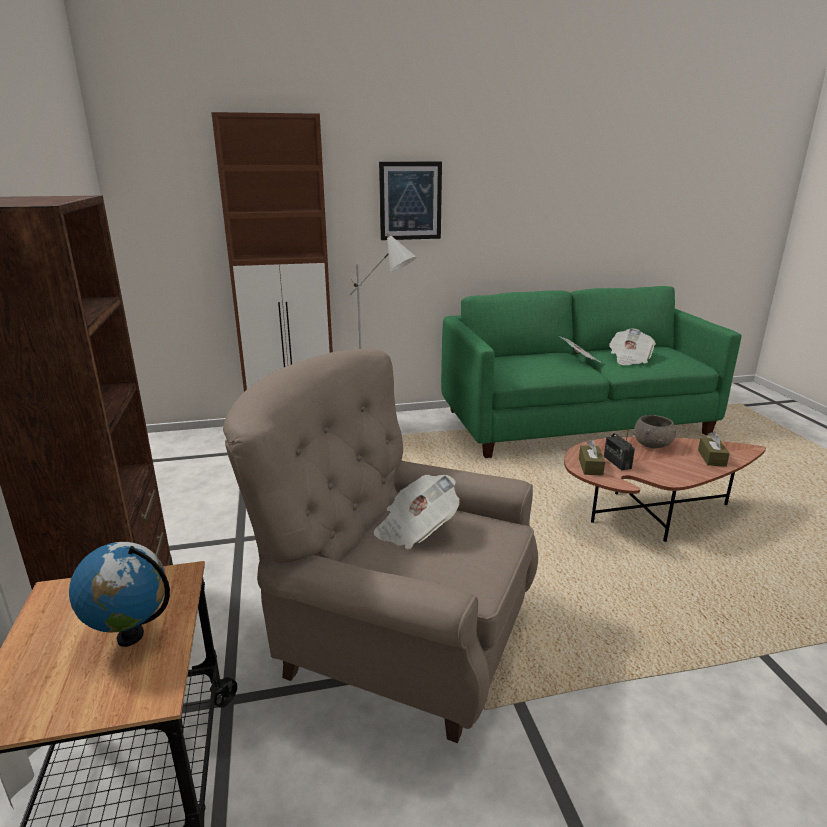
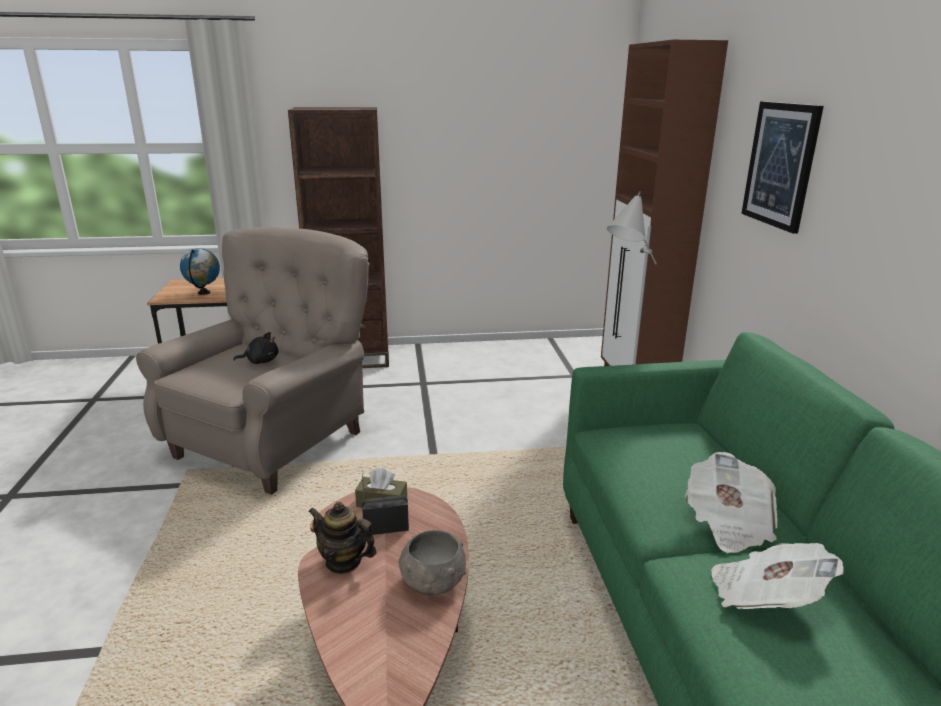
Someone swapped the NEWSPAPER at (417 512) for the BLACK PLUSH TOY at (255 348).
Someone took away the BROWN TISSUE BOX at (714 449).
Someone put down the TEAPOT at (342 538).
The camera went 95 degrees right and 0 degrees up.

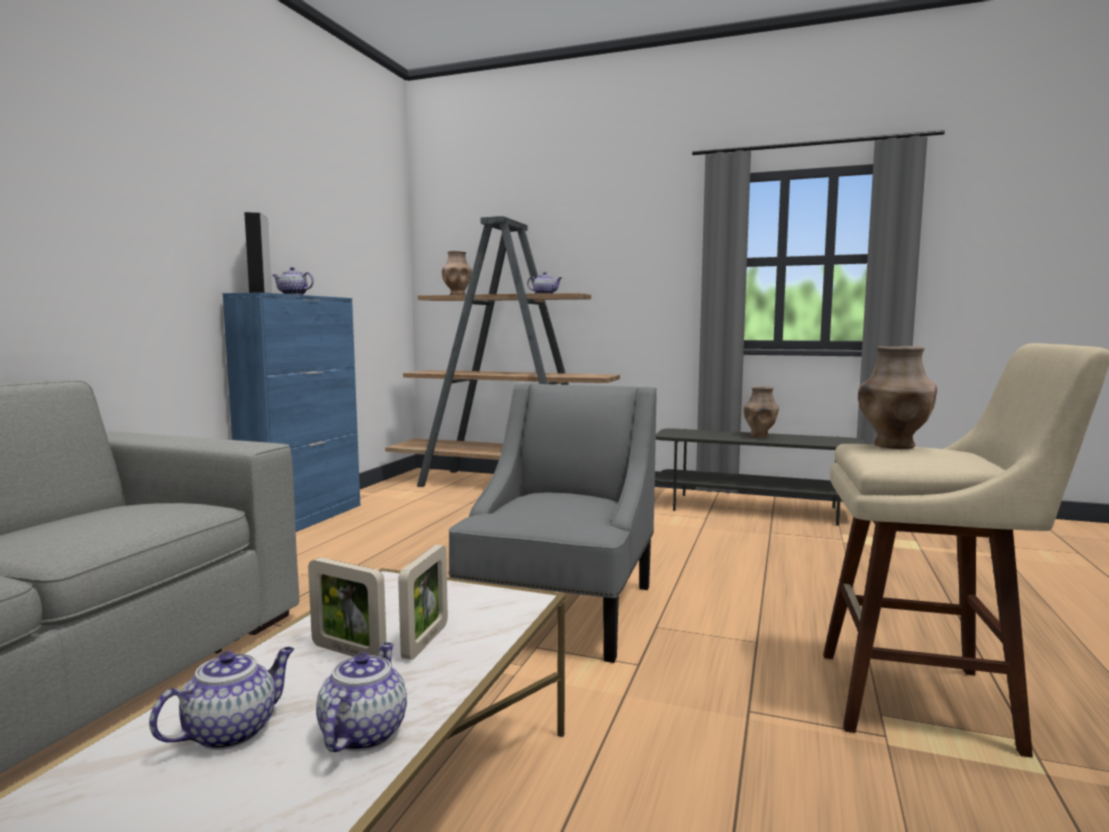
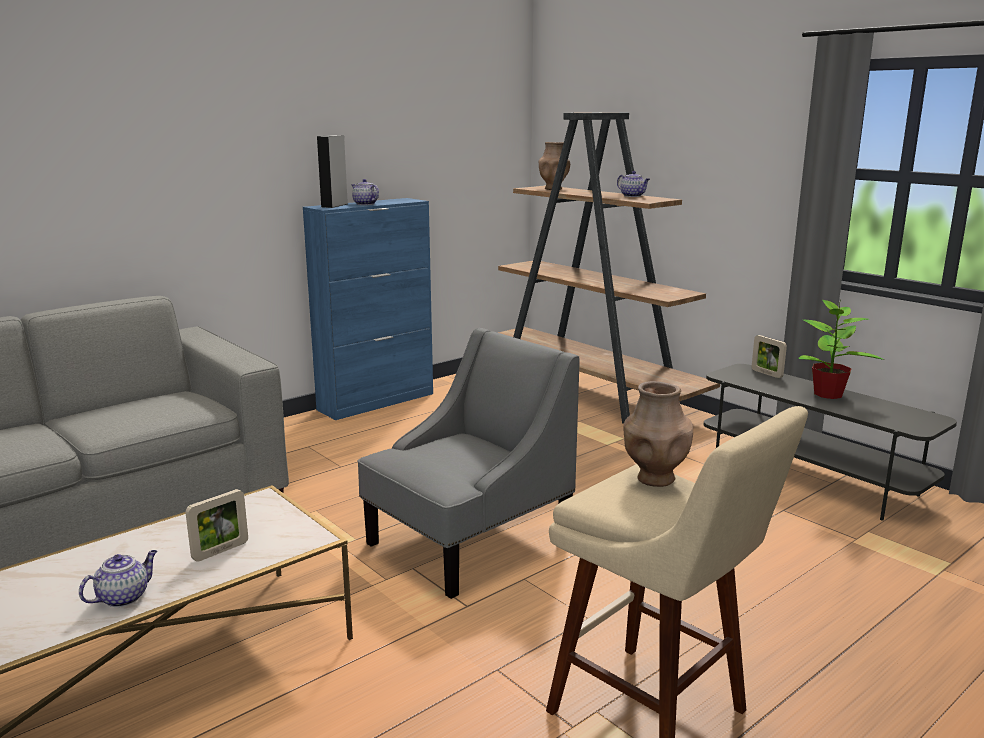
Someone took away the TEAPOT at (221 698).
Someone carried the PICTURE FRAME from (347 607) to (769 356).
Someone swapped the BROWN VASE at (761 412) for the POTTED PLANT at (841 349).
The camera went 30 degrees right and 10 degrees up.

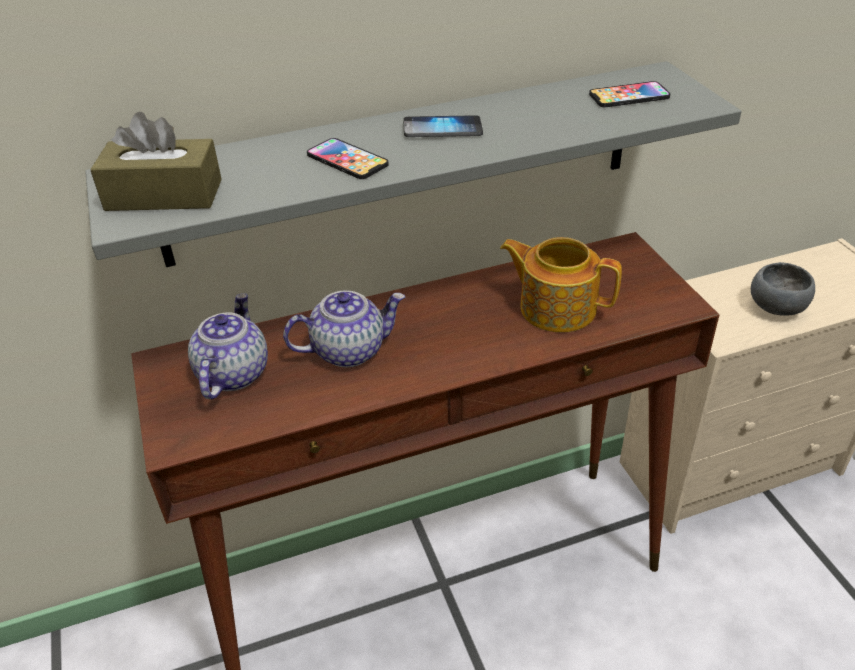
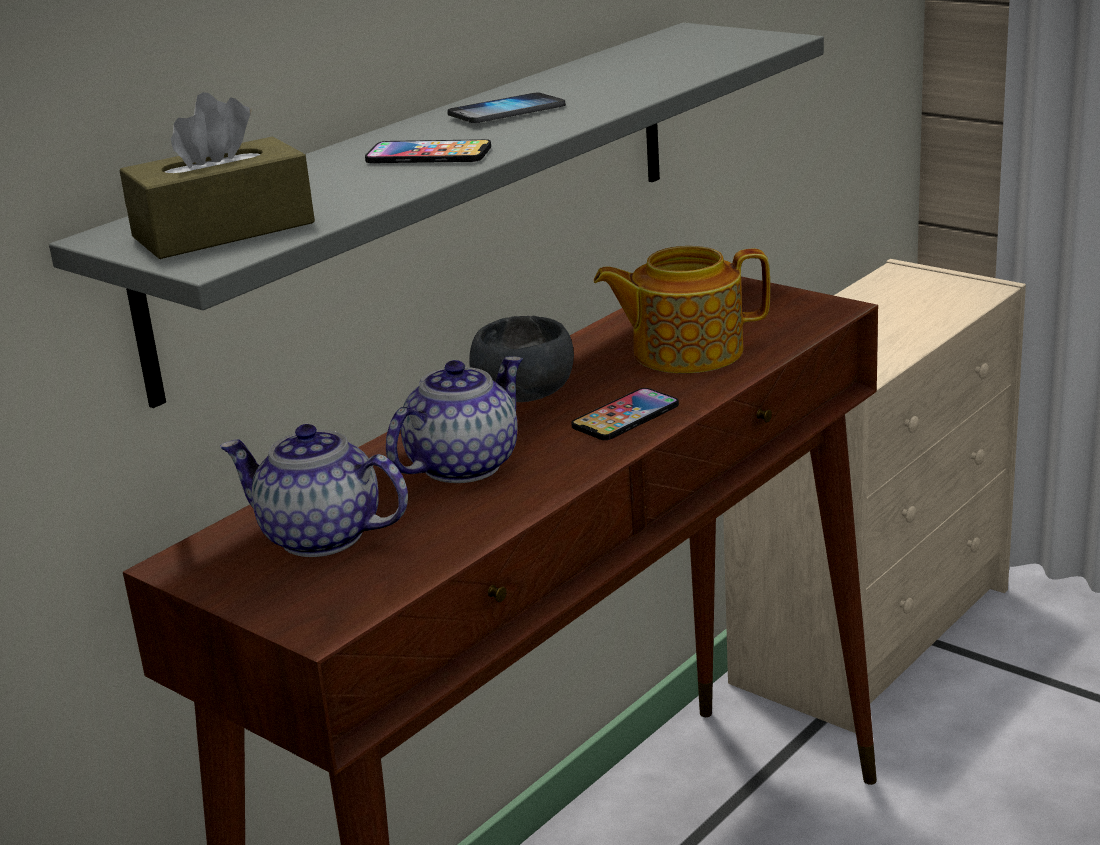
Someone rotated the TEAPOT at (228 346) by 45 degrees counterclockwise.
Someone carried the PHONE from (629 94) to (625 414).
Someone carried the GREY BOWL from (783 289) to (521 359).
The camera went 30 degrees left and 15 degrees down.

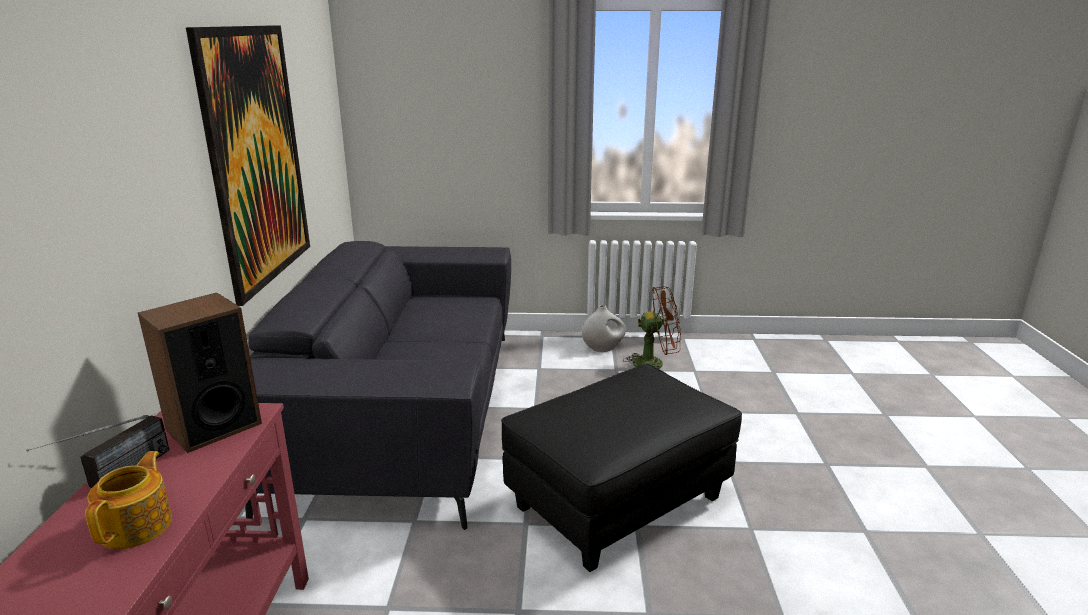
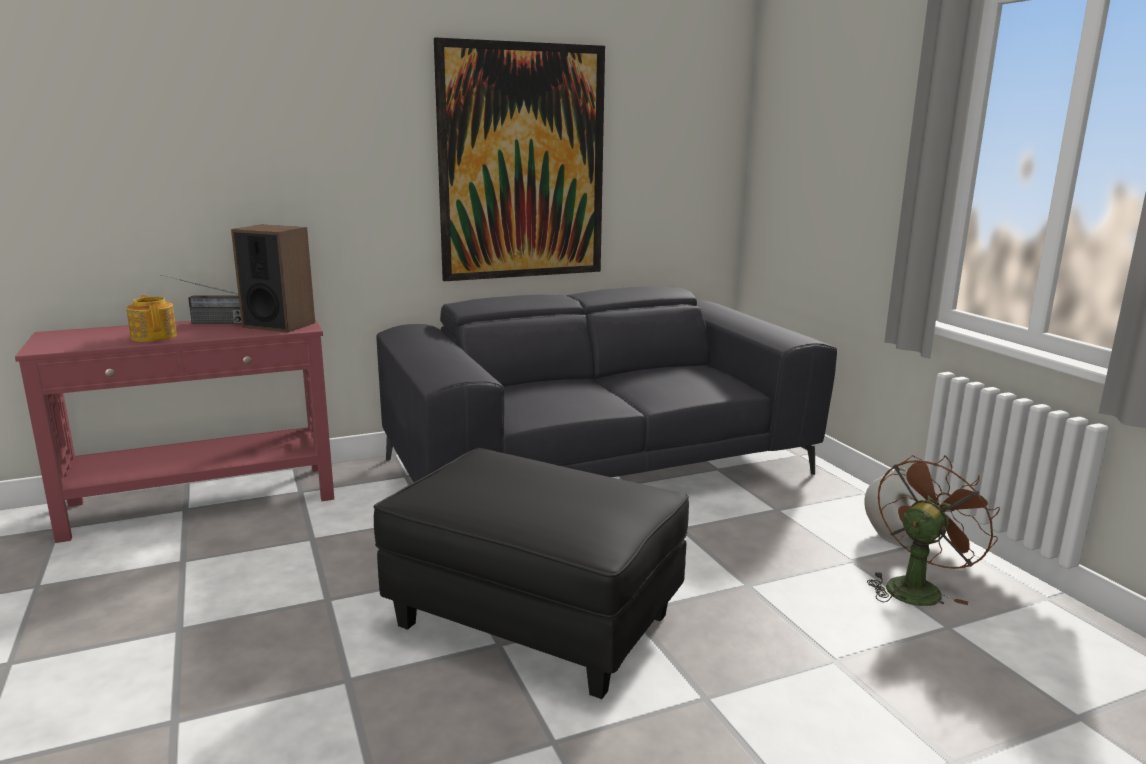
Someone rotated the TEAPOT at (128 500) by 105 degrees counterclockwise.
Someone rotated the BROWN FAN at (652 328) by 105 degrees counterclockwise.
The camera went 65 degrees right and 5 degrees down.

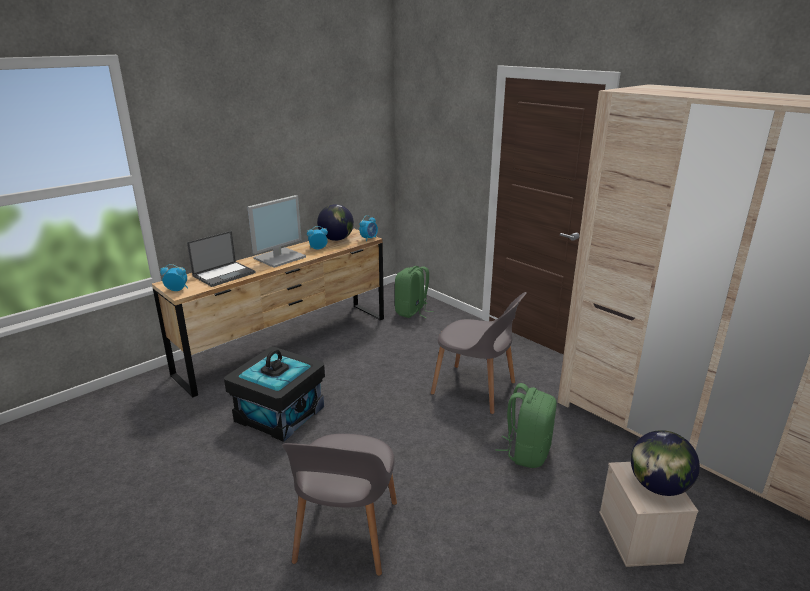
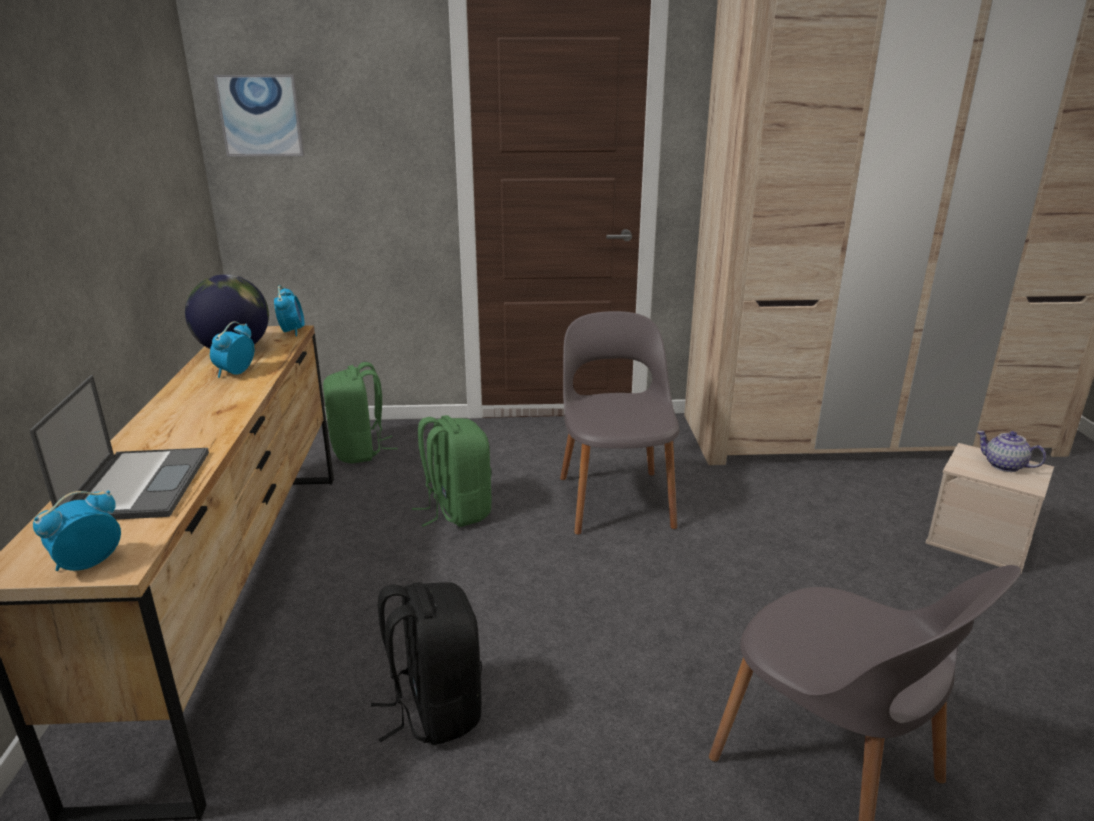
Someone swapped the BLACK STORAGE BOX at (274 394) for the BLACK BACKPACK at (426 663).
Someone took away the MONITOR at (276 231).
Someone rotated the GREY CHAIR at (479 353) by 75 degrees counterclockwise.
Someone carried the GREEN BACKPACK from (526 425) to (452 471).
Someone swapped the GLOBE at (665 463) for the TEAPOT at (1011 451).
Someone put up the PICTURE at (259 116).
The camera went 50 degrees left and 0 degrees up.

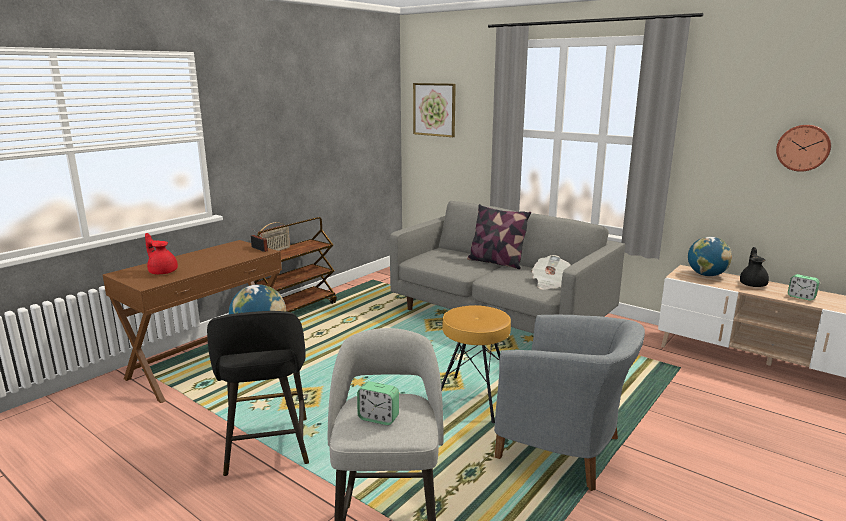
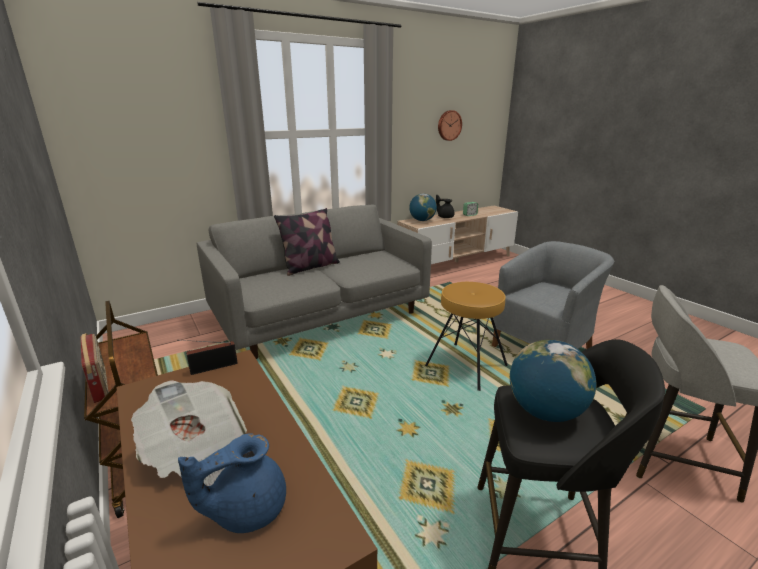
Someone repainted the RED TEAPOT at (161 254), which became the BLUE TEAPOT at (232 483).
Someone took away the ALARM CLOCK at (378 403).
Someone took away the PICTURE at (434 110).
Someone carried the NEWSPAPER from (551 272) to (189 433).
The camera went 70 degrees left and 5 degrees up.

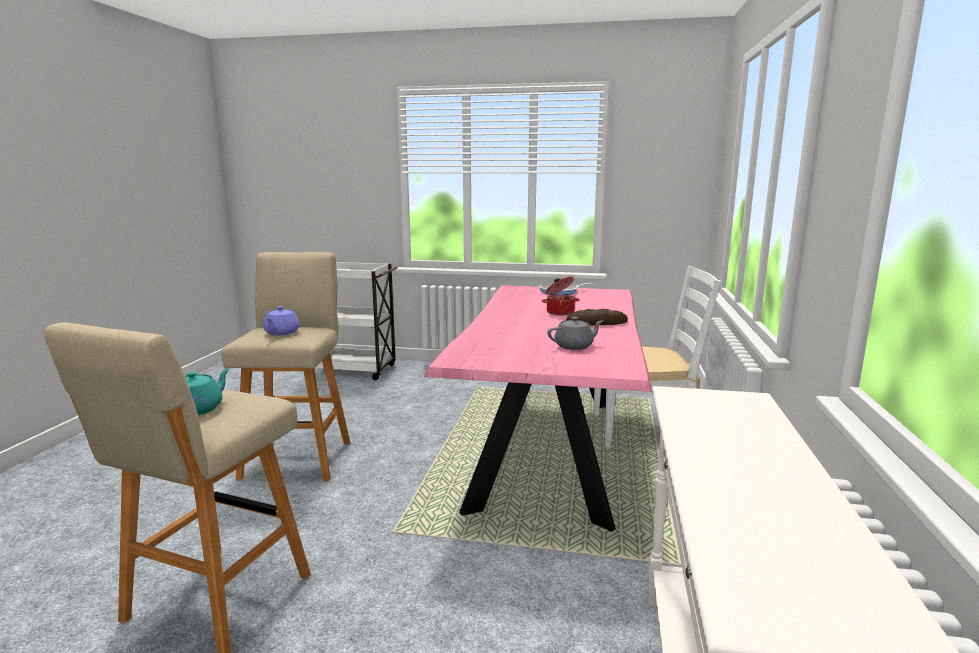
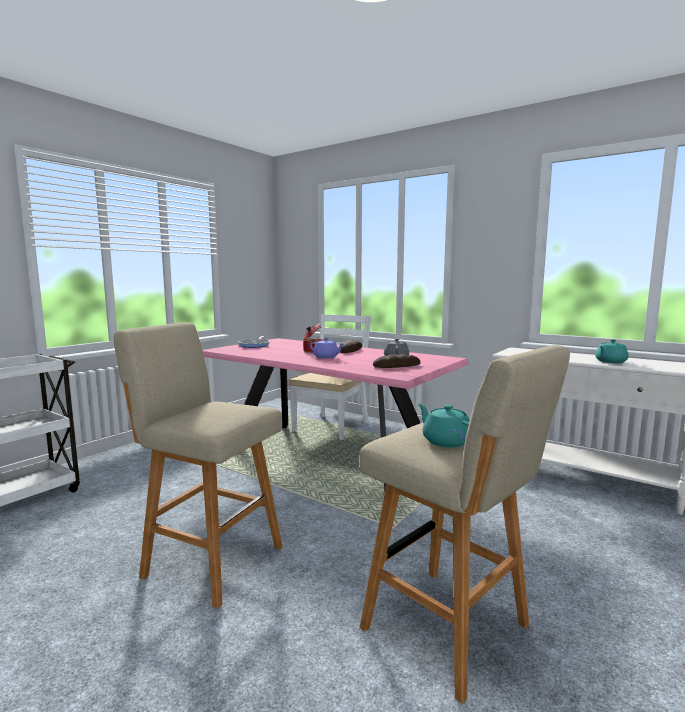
Someone carried the PURPLE TEAPOT from (281 320) to (327 348).
Someone put down the BREAD at (397 361).
Someone put down the TURQUOISE TEAPOT at (612 351).
The camera went 65 degrees left and 5 degrees down.

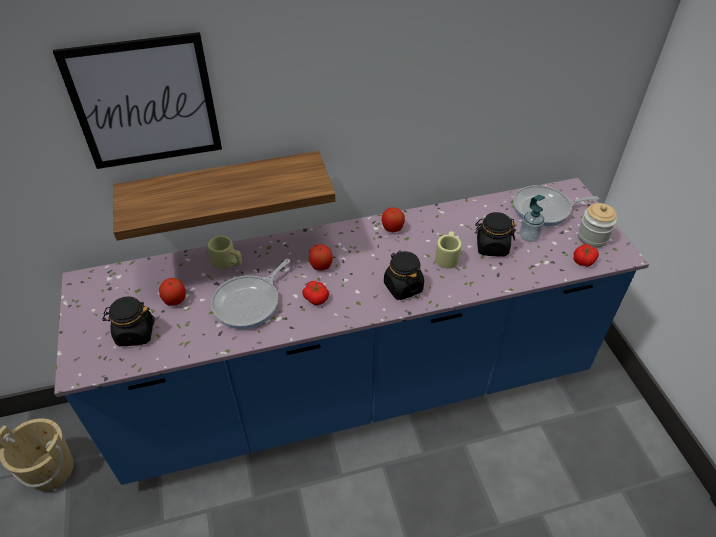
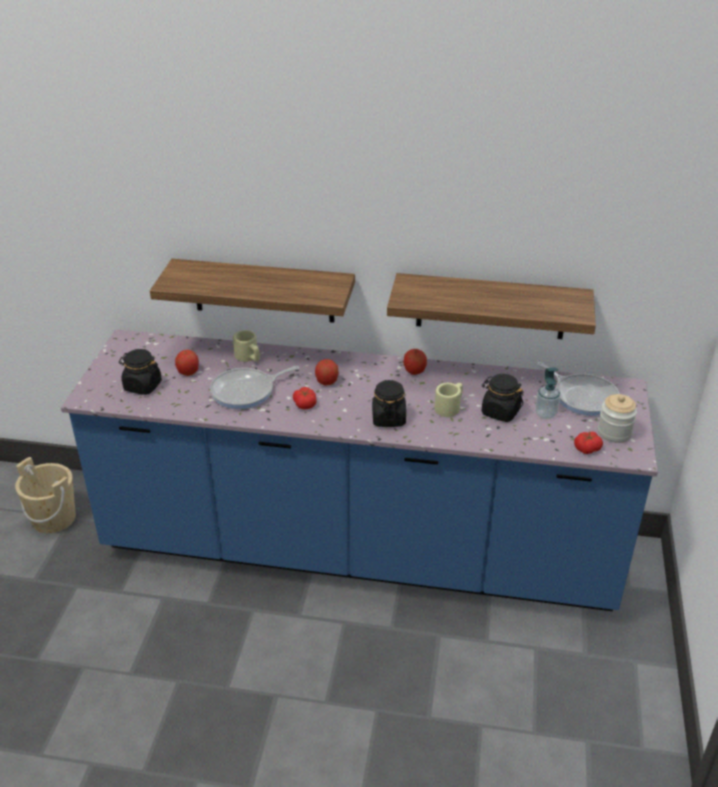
Someone took away the PICTURE at (137 100).
Someone rotated the FRYING PAN at (556 205) by 150 degrees counterclockwise.
Someone put up the SHELF at (491 306).
The camera went 25 degrees right and 10 degrees down.

